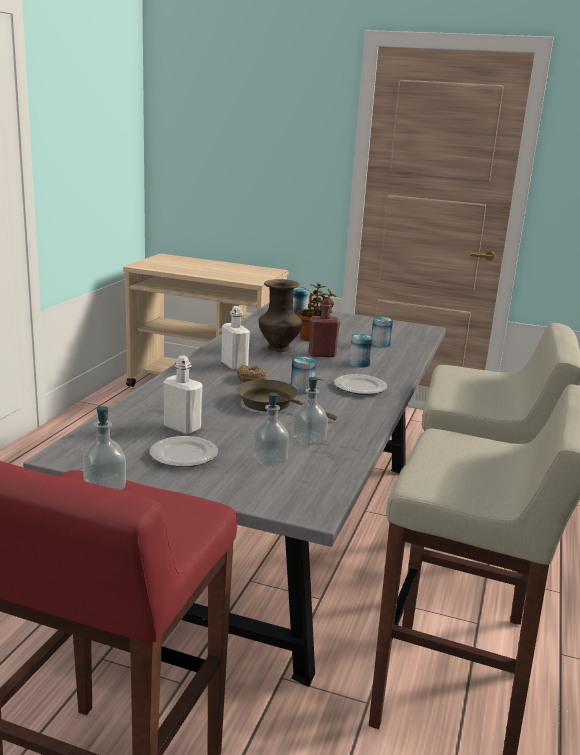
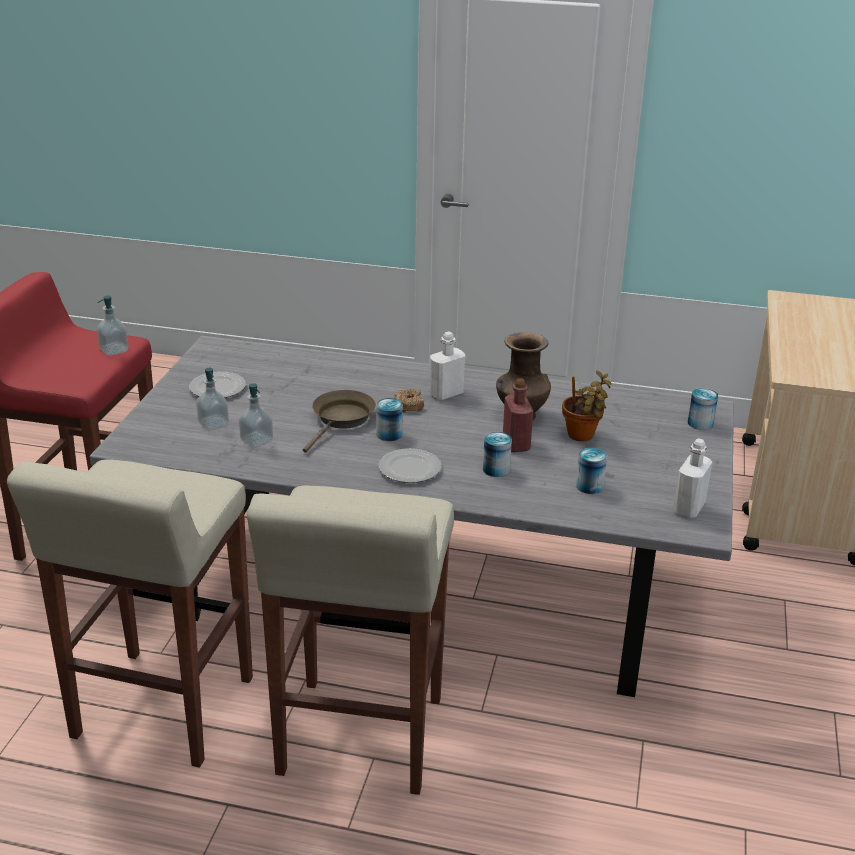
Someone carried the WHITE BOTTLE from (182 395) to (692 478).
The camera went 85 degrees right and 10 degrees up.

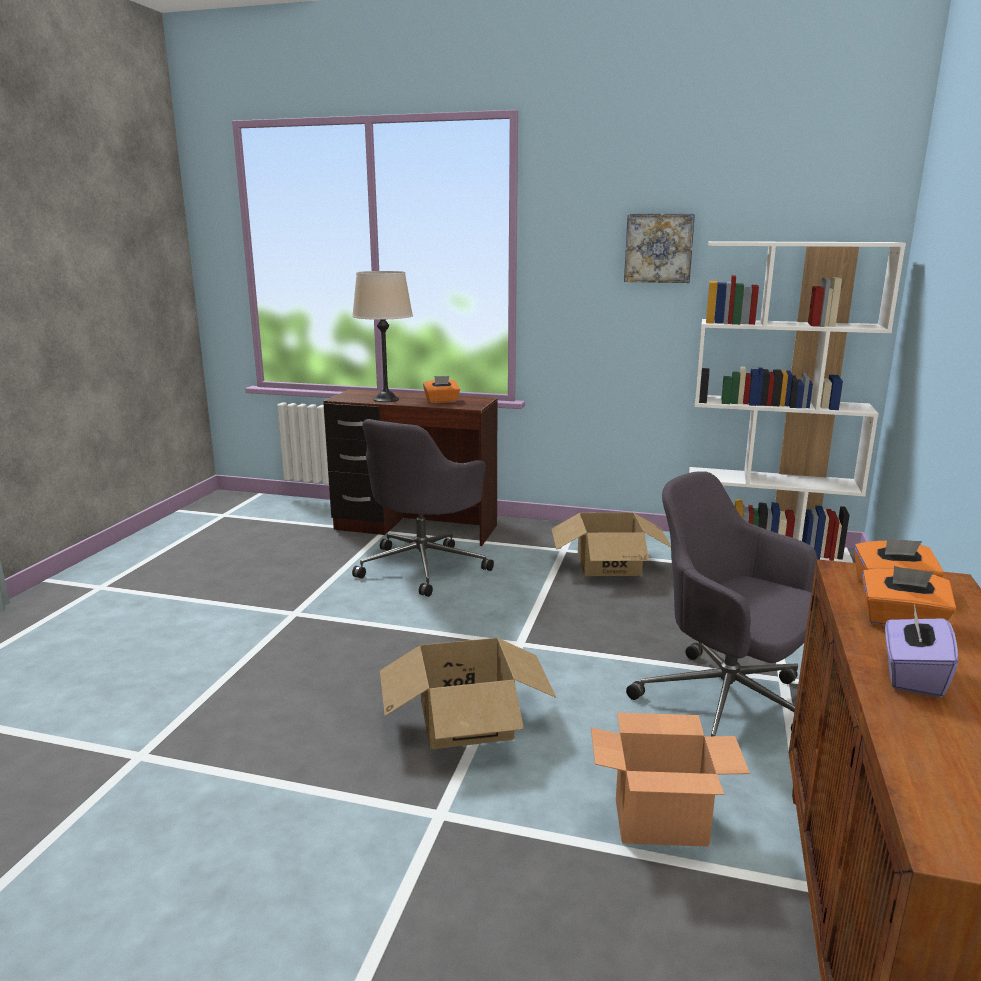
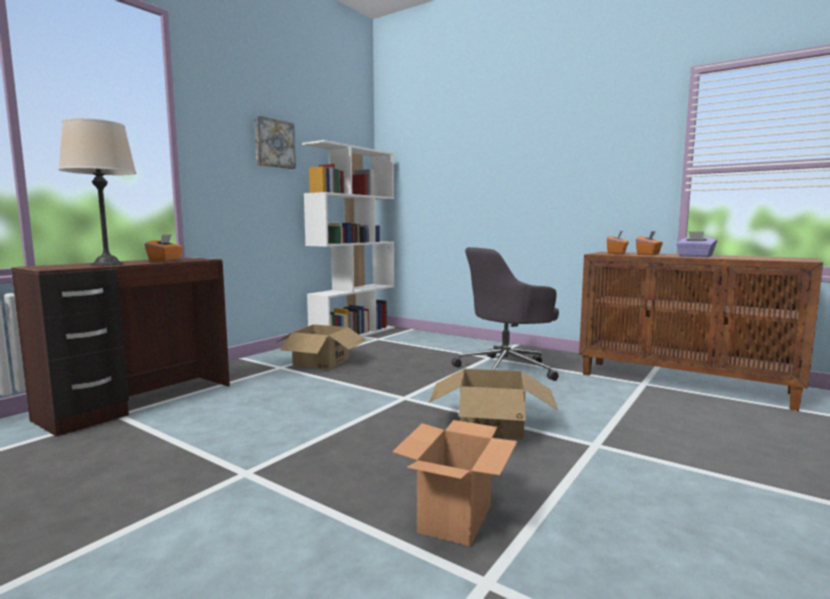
Someone took away the GREY OFFICE CHAIR at (423 508).
Someone carried the CARDBOARD BOX from (670 780) to (455 483).
The camera went 70 degrees left and 10 degrees down.

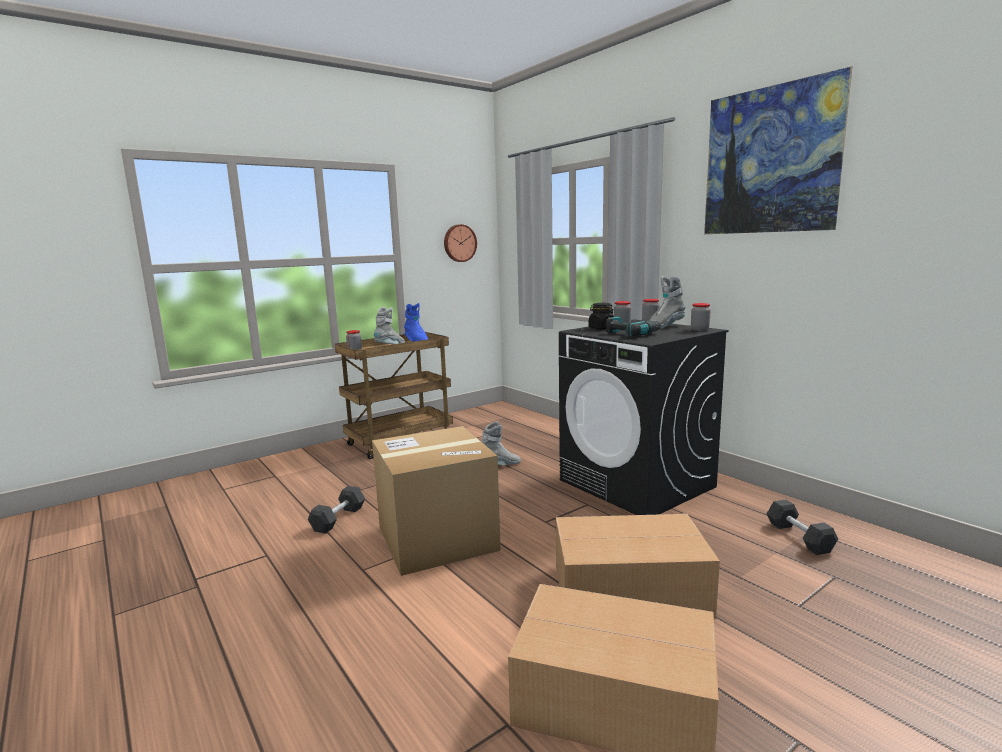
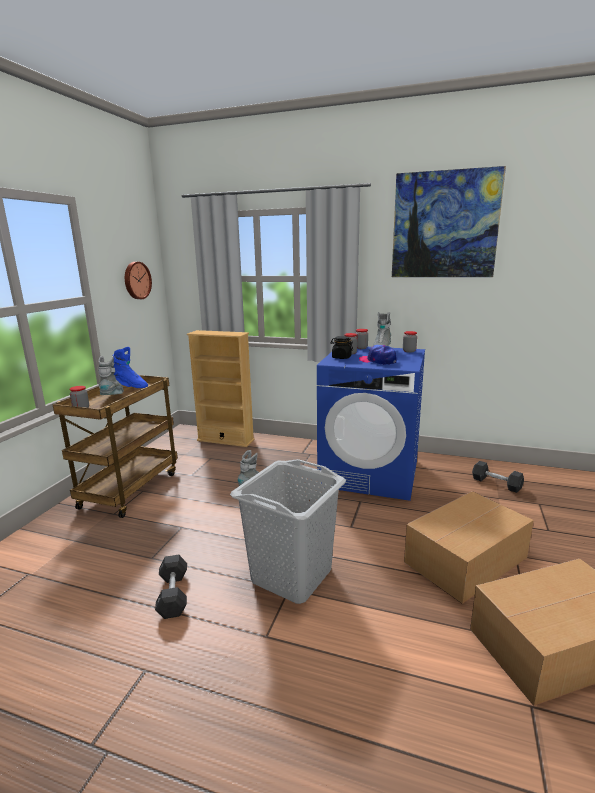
Someone swapped the CARDBOARD BOX at (436 501) for the GREY LAUNDRY BASKET at (288 531).
Someone repainted the BLACK WASHING MACHINE at (644 417), which became the BLUE WASHING MACHINE at (371 424).
Someone swapped the POWER DRILL at (634 327) for the CAP at (378 355).
Someone put down the BEIGE BOOKCASE at (221 388).
The camera went 35 degrees left and 5 degrees up.

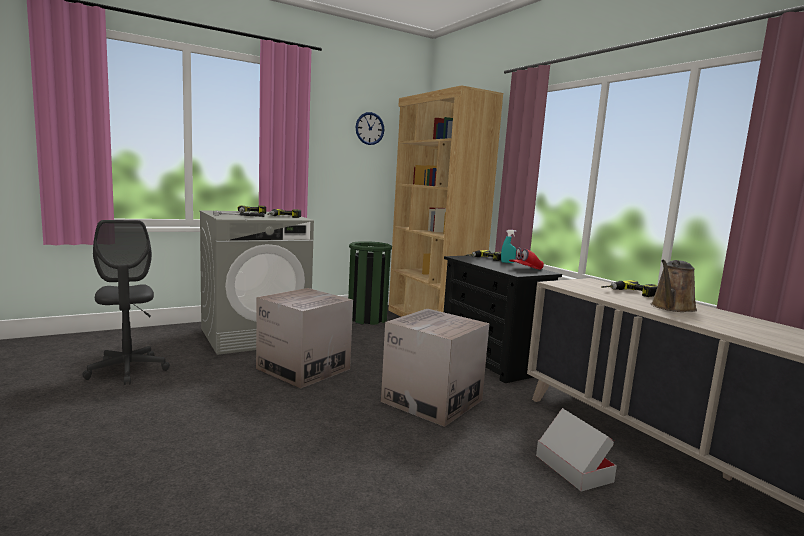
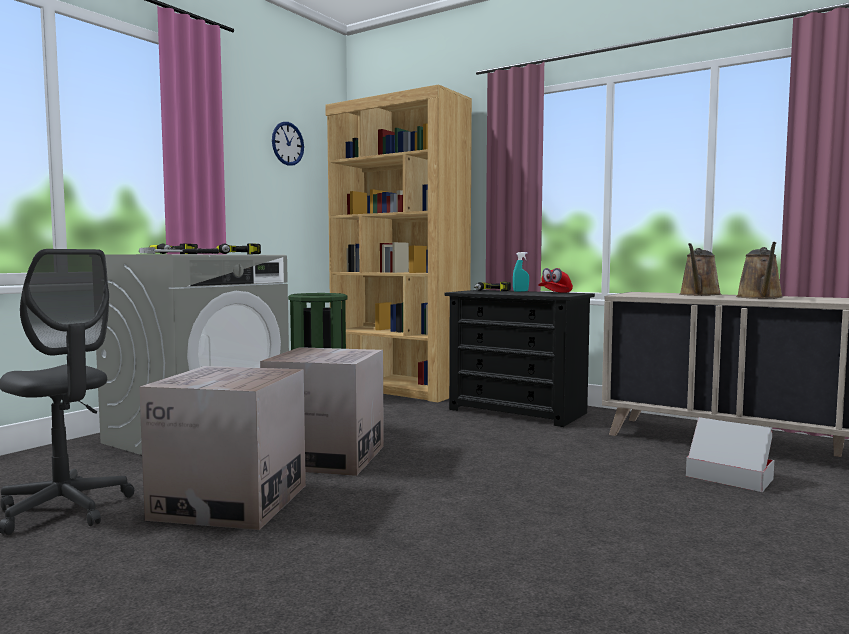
Someone carried the CARDBOARD BOX from (435 368) to (222 448).
Someone swapped the POWER DRILL at (630 288) for the BROWN WATERING CAN at (700 269).
The camera went 25 degrees left and 5 degrees down.

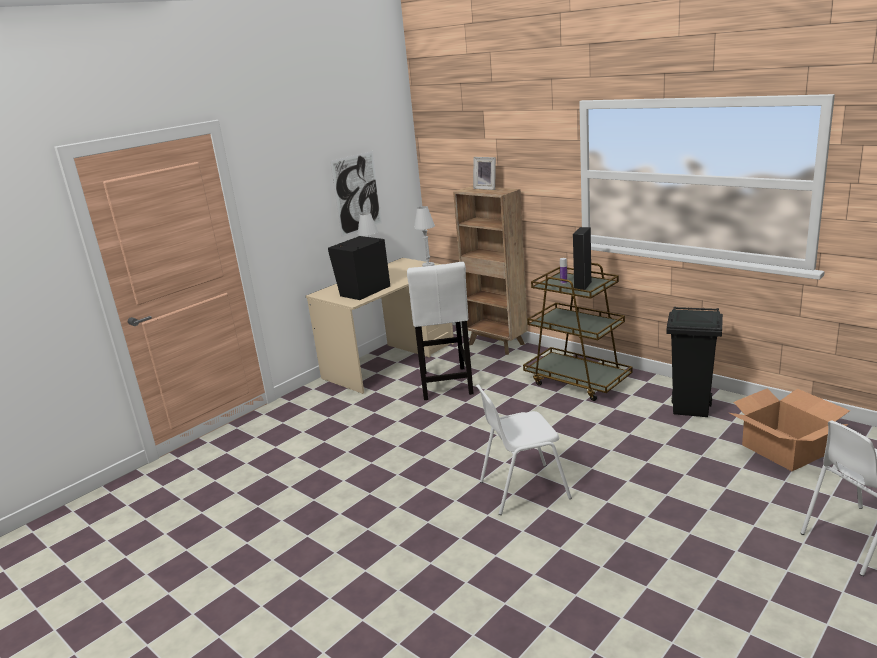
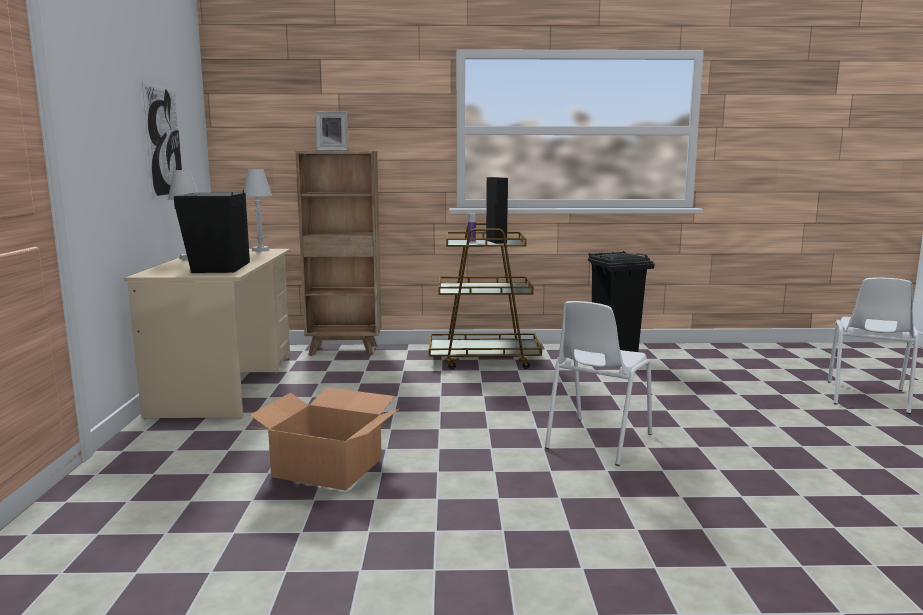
Someone took away the WHITE STOOL at (440 331).
Someone carried the CARDBOARD BOX from (790 429) to (322 438).
The camera went 45 degrees left and 10 degrees down.

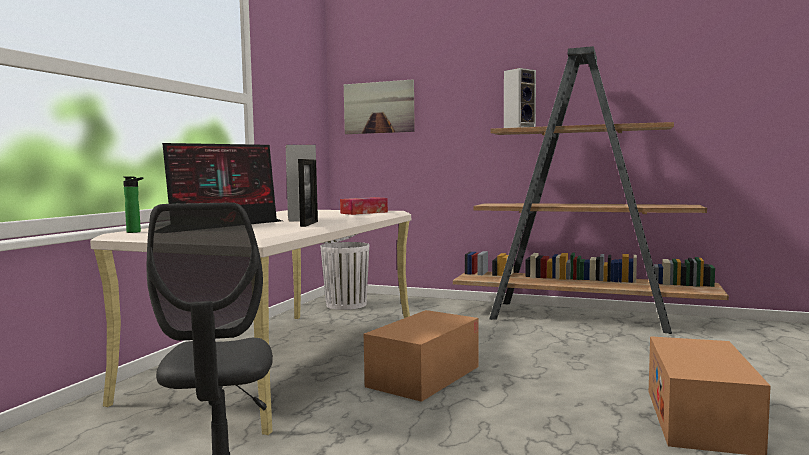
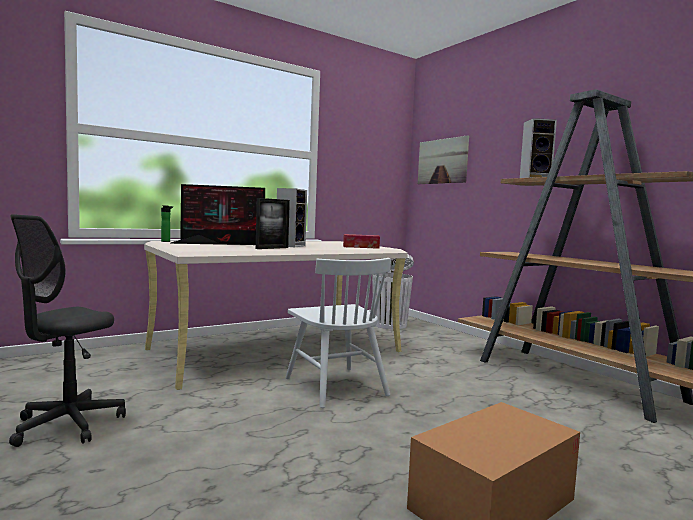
Someone swapped the CARDBOARD BOX at (421 356) for the WHITE CHAIR at (338 333).
The camera went 35 degrees right and 0 degrees up.

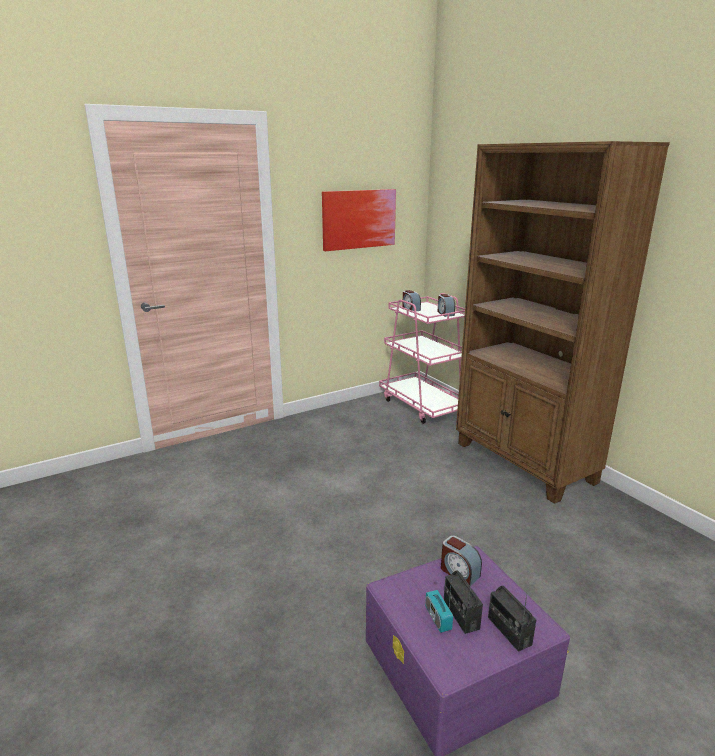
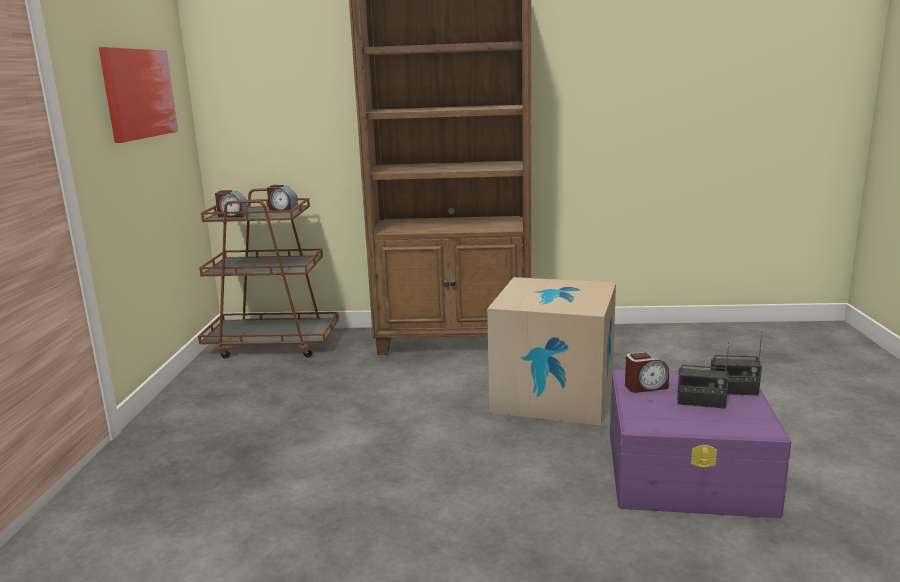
Someone repainted the PINK CART at (422 358), which became the BROWN CART at (268 273).
Someone took away the RADIO at (439 610).
Someone put down the CARDBOARD BOX at (551 351).
The camera went 55 degrees left and 5 degrees down.

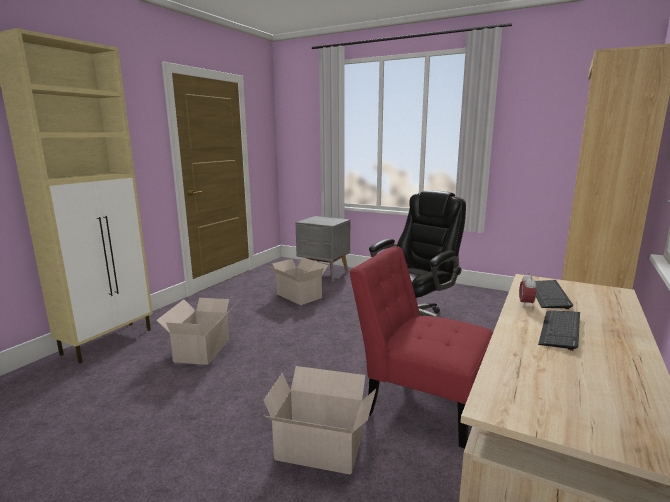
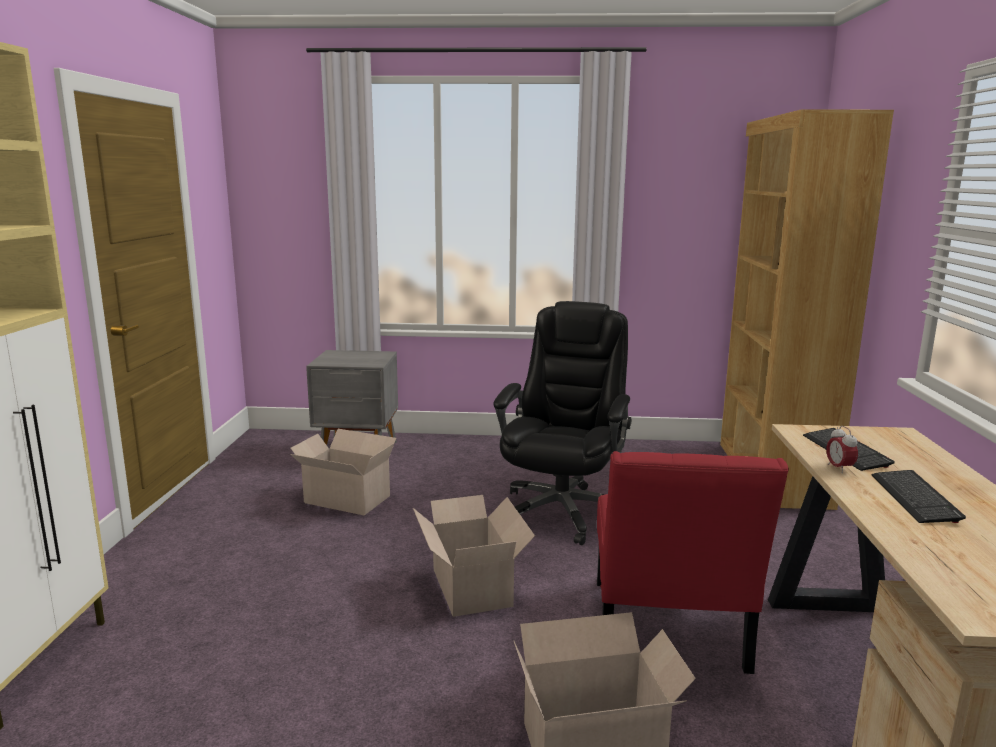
Someone carried the CARDBOARD BOX from (196 331) to (474 556).
Someone rotated the RED CHAIR at (421 347) by 90 degrees counterclockwise.
The camera went 25 degrees left and 0 degrees up.

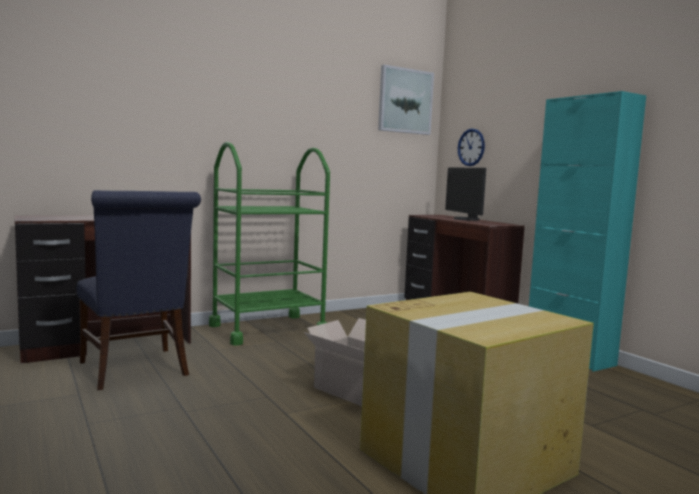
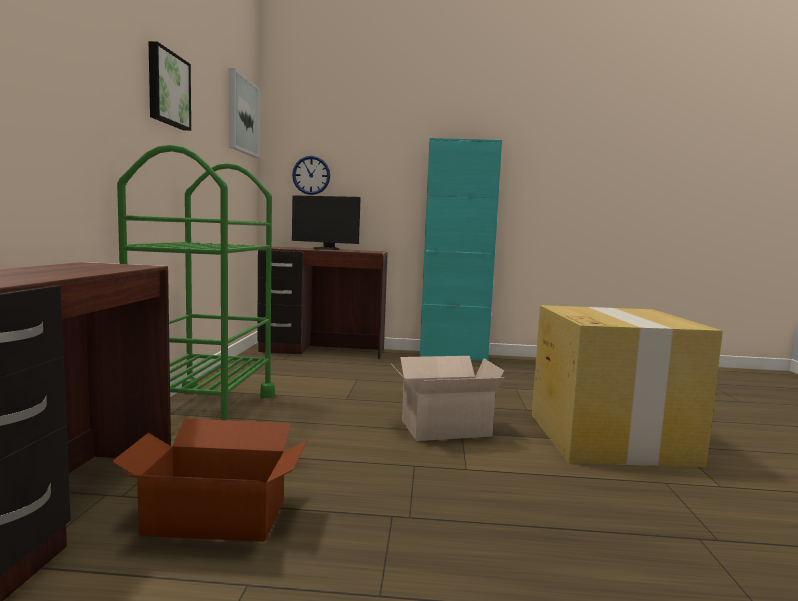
Someone swapped the BLUE CHAIR at (138 290) for the CARDBOARD BOX at (209 480).
Someone put up the PICTURE at (169 86).
The camera went 55 degrees left and 0 degrees up.

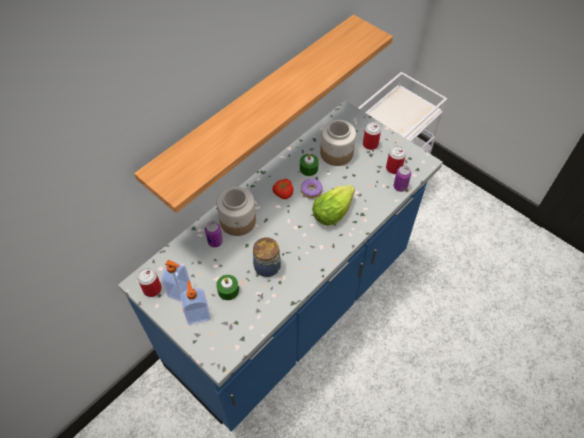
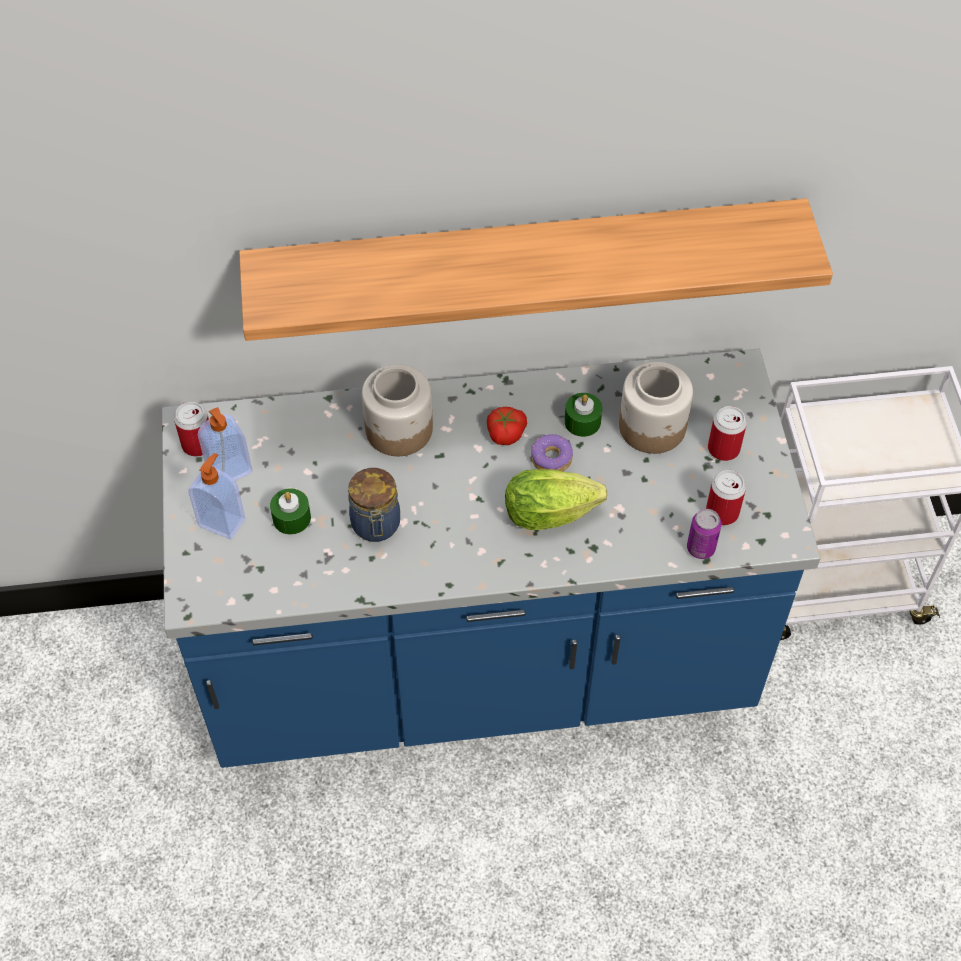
Someone took away the CAN at (214 234).
The camera went 40 degrees right and 0 degrees up.

